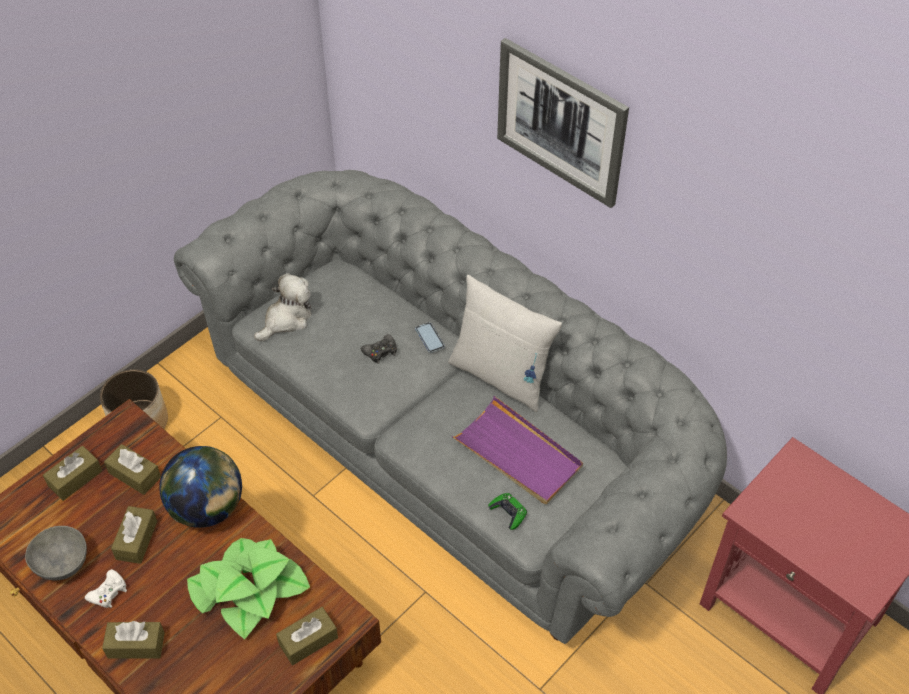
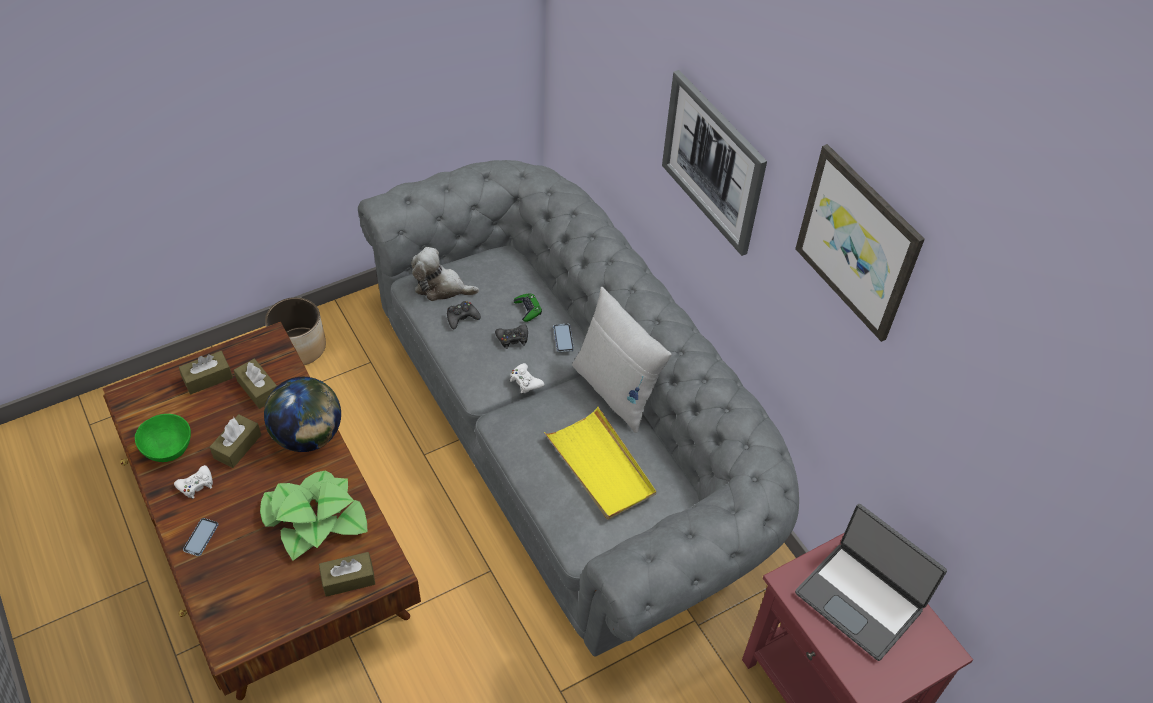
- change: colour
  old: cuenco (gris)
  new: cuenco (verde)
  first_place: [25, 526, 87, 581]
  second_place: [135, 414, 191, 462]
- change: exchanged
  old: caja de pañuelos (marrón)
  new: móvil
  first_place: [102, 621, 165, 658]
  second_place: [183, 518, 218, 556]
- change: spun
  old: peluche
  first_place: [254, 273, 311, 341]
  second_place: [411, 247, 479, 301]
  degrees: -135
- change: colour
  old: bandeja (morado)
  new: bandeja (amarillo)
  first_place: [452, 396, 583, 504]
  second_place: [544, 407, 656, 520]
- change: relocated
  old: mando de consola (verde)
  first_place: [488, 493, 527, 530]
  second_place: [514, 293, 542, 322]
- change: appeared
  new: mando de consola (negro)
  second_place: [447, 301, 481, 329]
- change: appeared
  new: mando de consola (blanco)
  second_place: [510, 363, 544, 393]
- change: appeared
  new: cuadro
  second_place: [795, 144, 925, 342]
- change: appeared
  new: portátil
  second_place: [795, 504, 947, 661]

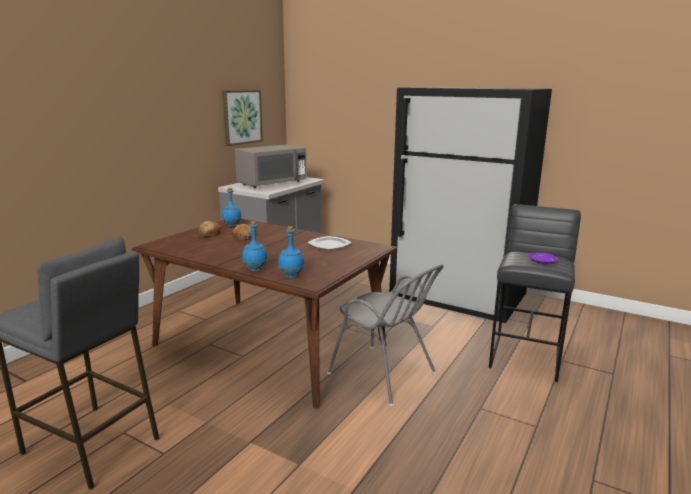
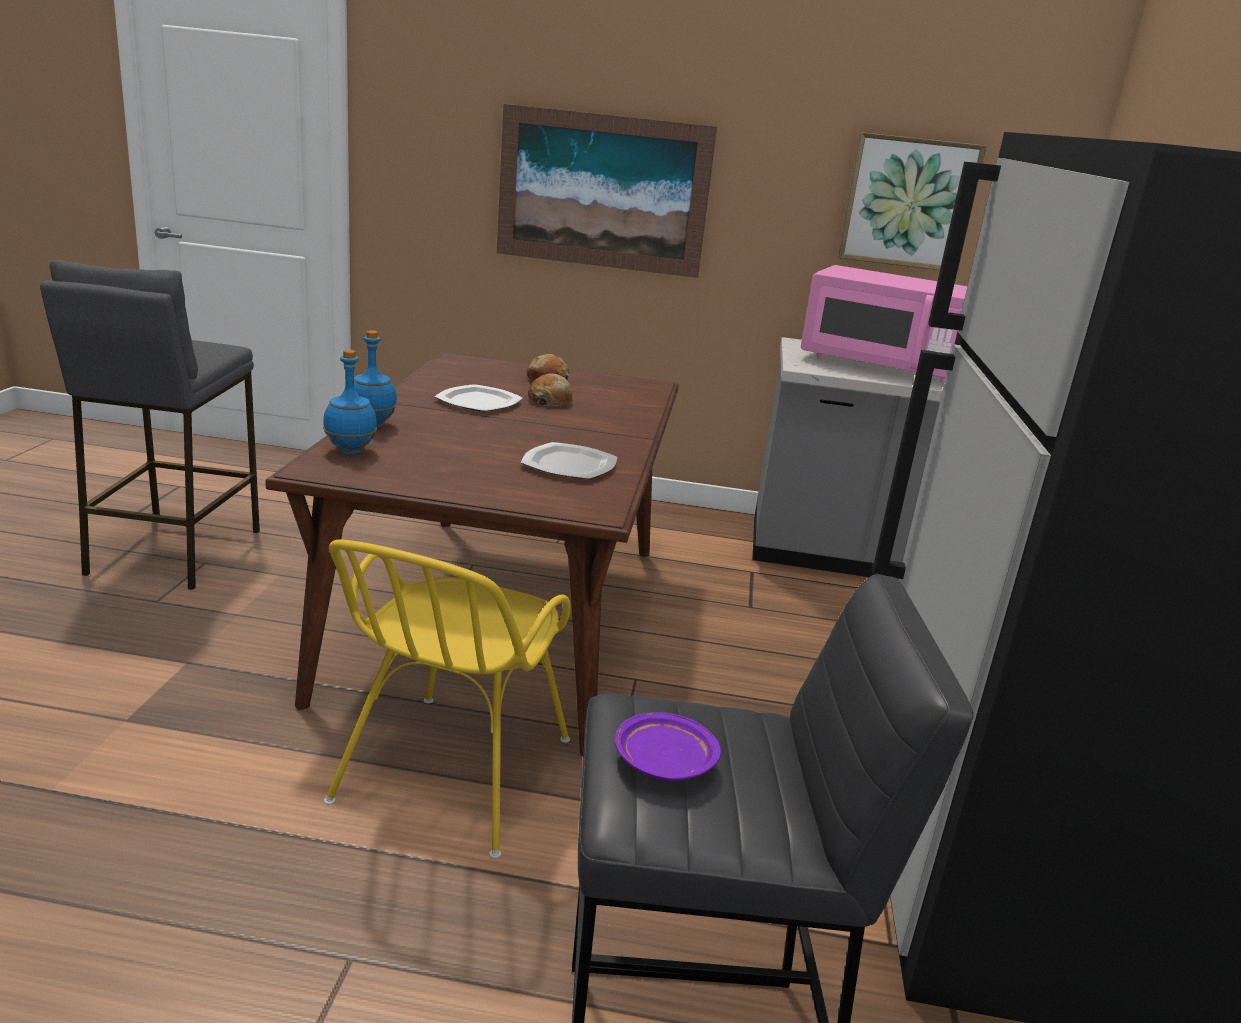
- change: missing
  old: botella (azul)
  first_place: [222, 188, 242, 227]
- change: colour
  old: microondas (gris)
  new: microondas (rosa)
  first_place: [235, 145, 307, 188]
  second_place: [801, 265, 967, 383]
- change: colour
  old: silla (gris)
  new: silla (amarillo)
  first_place: [327, 264, 444, 407]
  second_place: [324, 539, 571, 858]
- change: appeared
  new: plato
  second_place: [434, 384, 523, 412]
- change: appeared
  new: cuadro
  second_place: [497, 104, 717, 278]

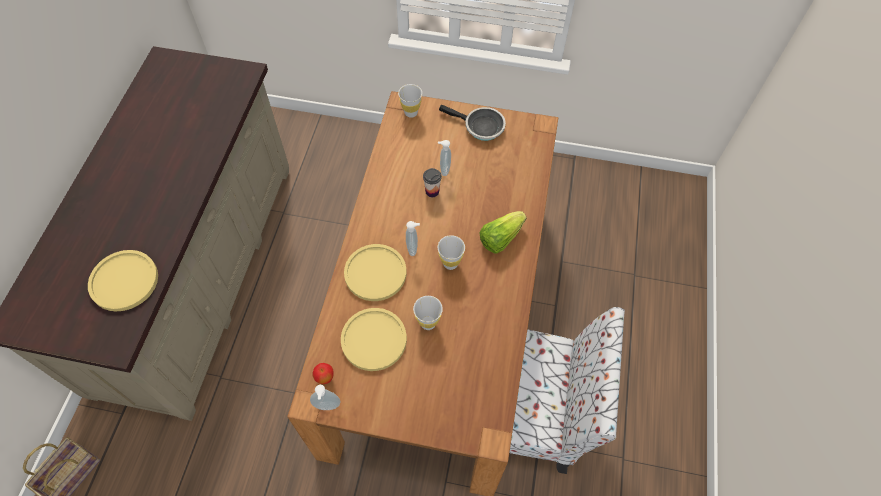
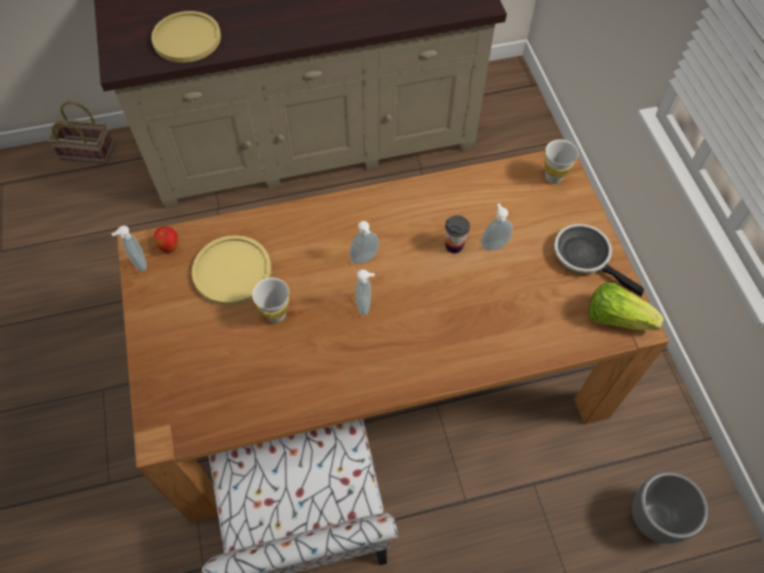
- change: missing
  old: plato (amarillo)
  first_place: [344, 244, 406, 301]
- change: exchanged
  old: taza (blanco)
  new: dispensador de jabón
  first_place: [438, 235, 465, 270]
  second_place: [356, 269, 375, 315]
- change: spun
  old: sartén
  first_place: [439, 105, 506, 141]
  second_place: [554, 224, 644, 297]
  degrees: 135
- change: relocated
  old: lechuga
  first_place: [479, 211, 527, 254]
  second_place: [588, 283, 664, 330]
- change: appeared
  new: maceta (gris)
  second_place: [632, 472, 708, 544]

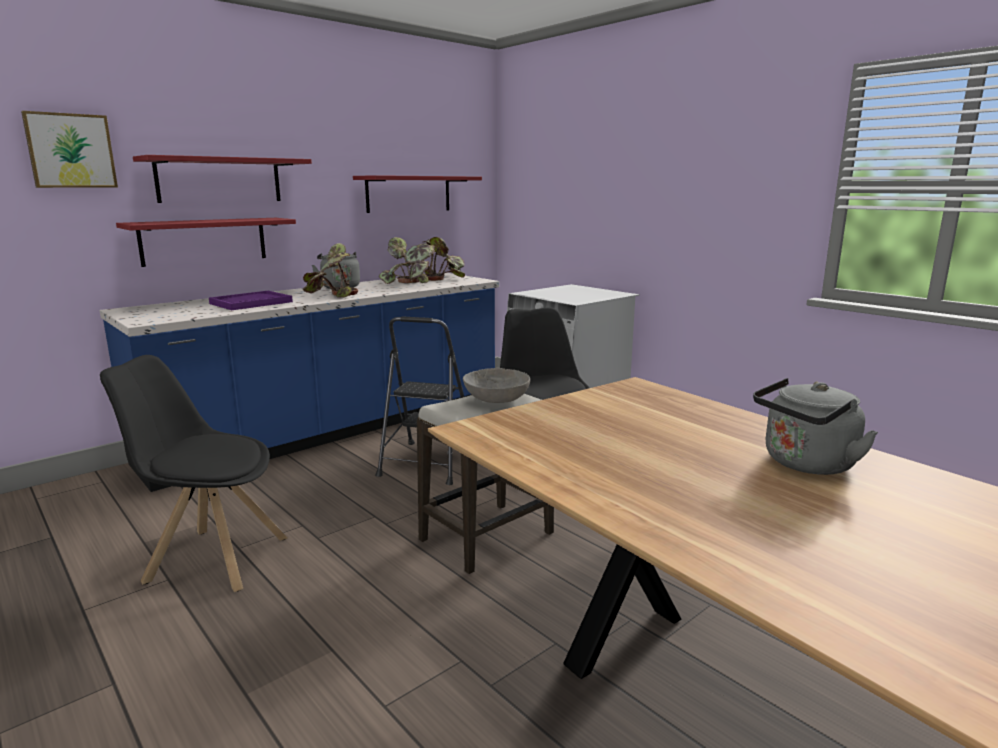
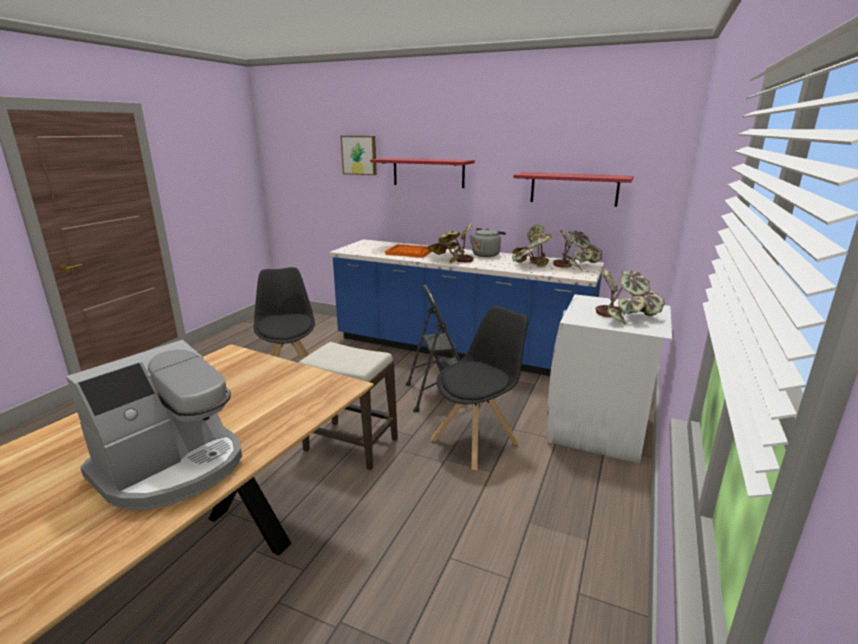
- change: missing
  old: estante (rojo)
  first_place: [116, 218, 296, 267]
- change: colour
  old: bandeja (morado)
  new: bandeja (naranja)
  first_place: [209, 291, 293, 310]
  second_place: [385, 244, 432, 258]
- change: missing
  old: cuenco (gris)
  first_place: [463, 368, 530, 403]
- change: exchanged
  old: hervidor (gris)
  new: cafetera
  first_place: [753, 378, 878, 475]
  second_place: [66, 340, 242, 510]
- change: appeared
  new: planta en maceta
  second_place: [595, 269, 665, 324]

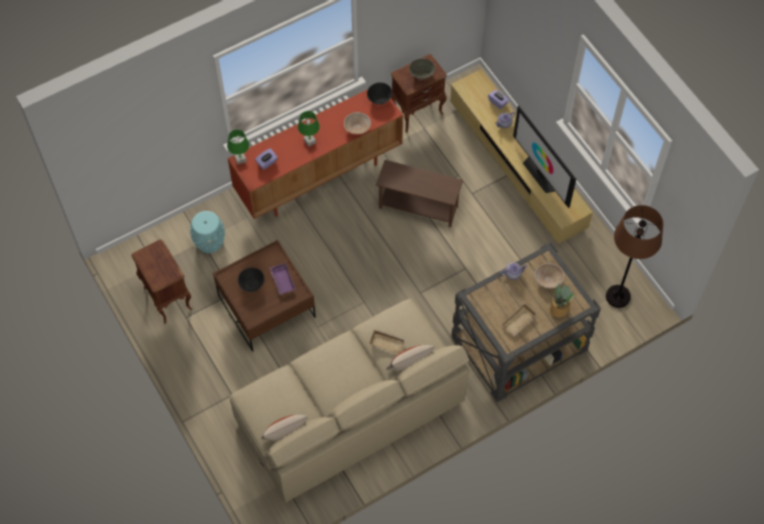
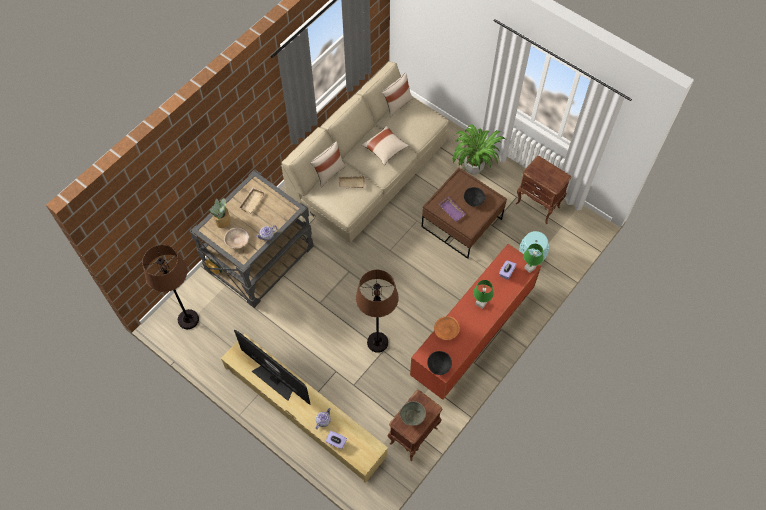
- change: colour
  old: cuenco (beis)
  new: cuenco (naranja)
  first_place: [344, 112, 371, 134]
  second_place: [434, 316, 460, 340]
- change: exchanged
  old: mesa auxiliar (marrón)
  new: lámpara de pie (marrón)
  first_place: [376, 160, 463, 227]
  second_place: [356, 270, 399, 353]
- change: appeared
  new: cojín (beis)
  second_place: [361, 125, 409, 165]
- change: appeared
  new: planta en maceta
  second_place: [452, 124, 506, 175]

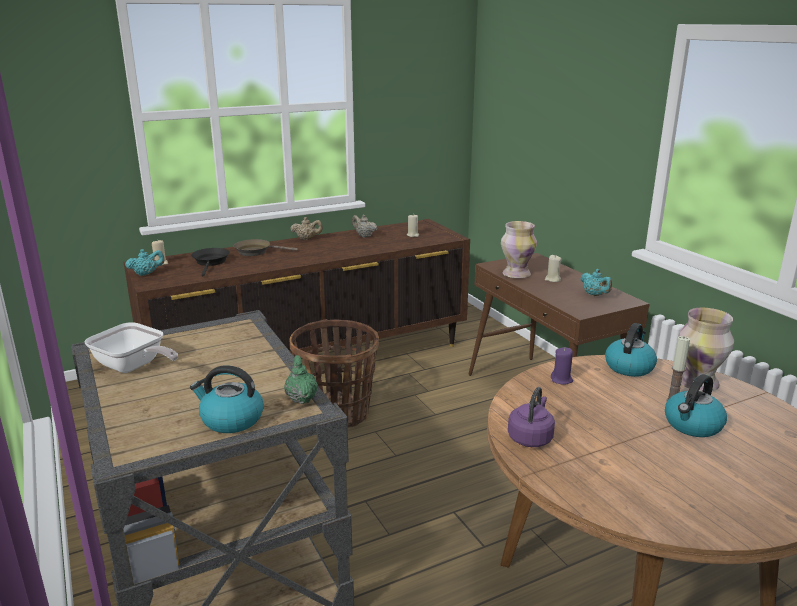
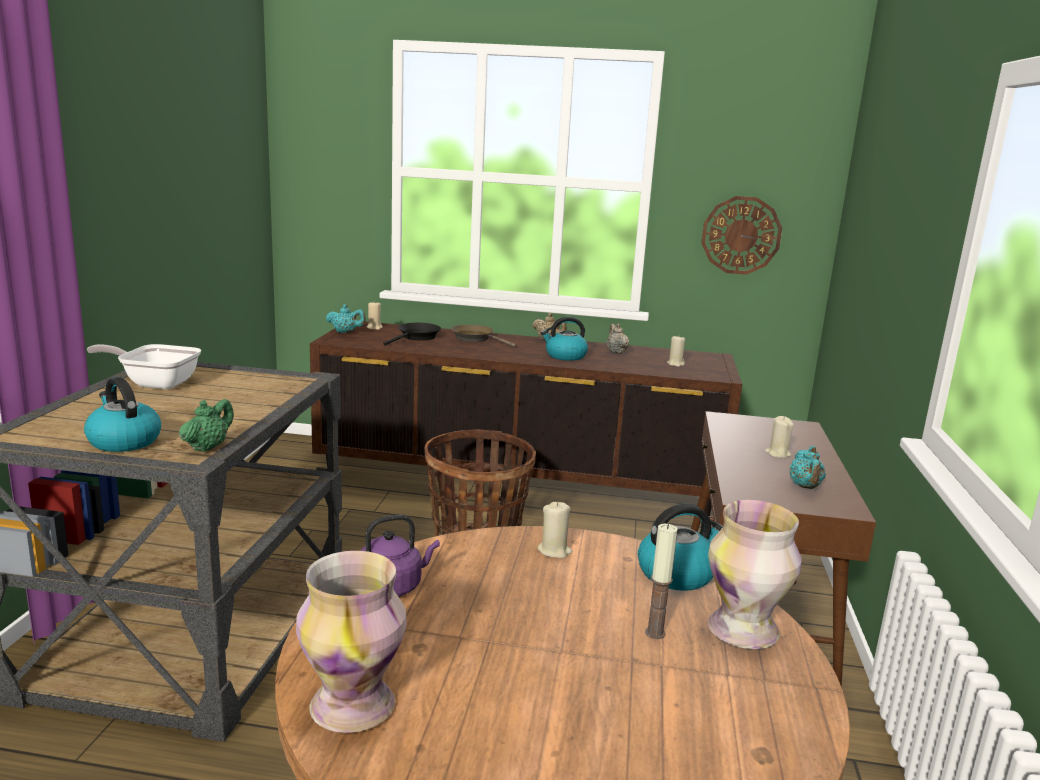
- change: spun
  old: sartén
  first_place: [85, 322, 178, 373]
  second_place: [87, 344, 201, 389]
  degrees: 120
- change: relocated
  old: florero
  first_place: [501, 221, 537, 278]
  second_place: [296, 551, 406, 733]
- change: colour
  old: vela (morado)
  new: vela (beis)
  first_place: [551, 347, 573, 385]
  second_place: [537, 501, 572, 558]
- change: relocated
  old: hervidor
  first_place: [665, 374, 727, 437]
  second_place: [541, 317, 588, 361]
- change: appeared
  new: reloj de pared
  second_place: [701, 196, 782, 275]

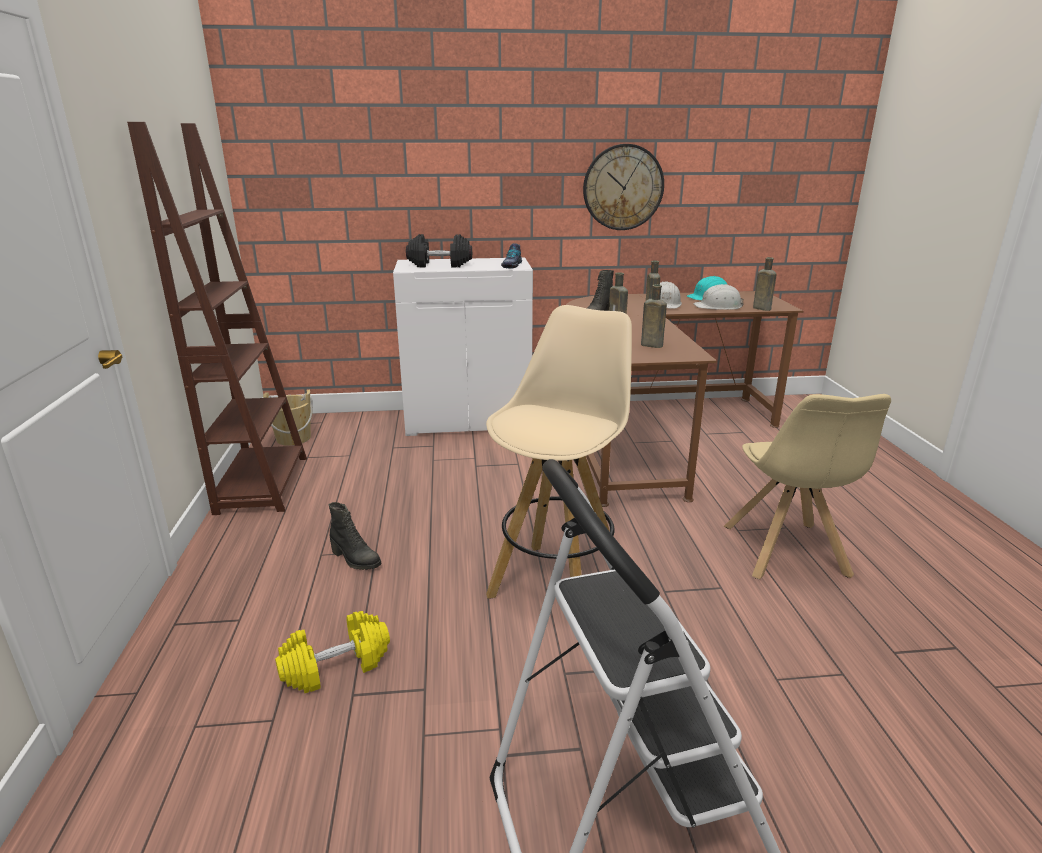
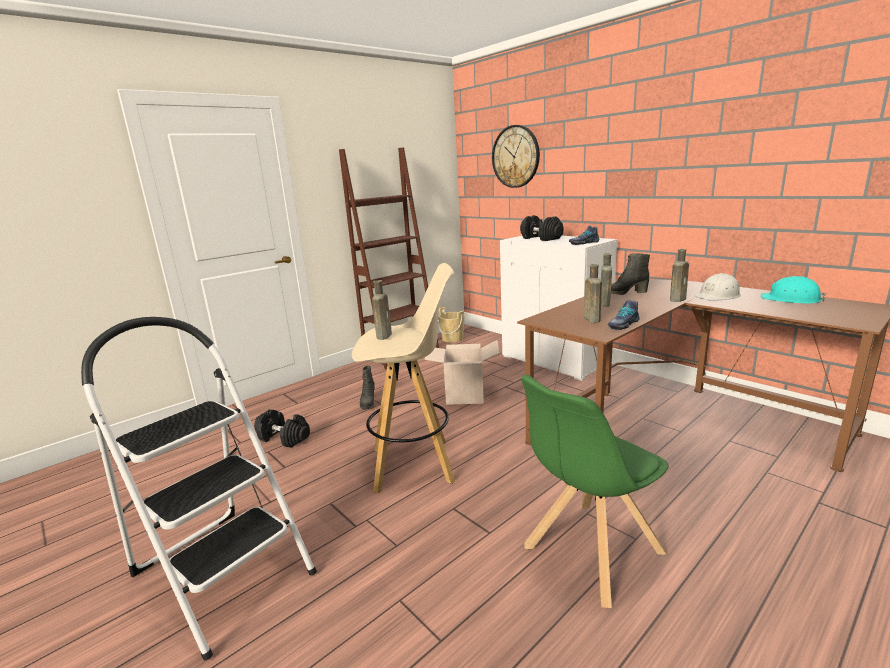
- change: colour
  old: mancuerna (amarillo)
  new: mancuerna (negro)
  first_place: [275, 611, 390, 693]
  second_place: [254, 409, 310, 448]
- change: relocated
  old: reloj de pared
  first_place: [583, 144, 664, 230]
  second_place: [492, 125, 540, 188]
- change: missing
  old: casco (blanco)
  first_place: [693, 284, 744, 310]
- change: colour
  old: silla (beis)
  new: silla (verde)
  first_place: [724, 394, 891, 580]
  second_place: [521, 375, 669, 608]
- change: relocated
  old: botella (marrón)
  first_place: [753, 257, 777, 311]
  second_place: [372, 280, 392, 340]
- change: appeared
  new: caja de cartón
  second_place: [425, 340, 499, 405]
- change: appeared
  new: zapato
  second_place: [608, 300, 640, 330]

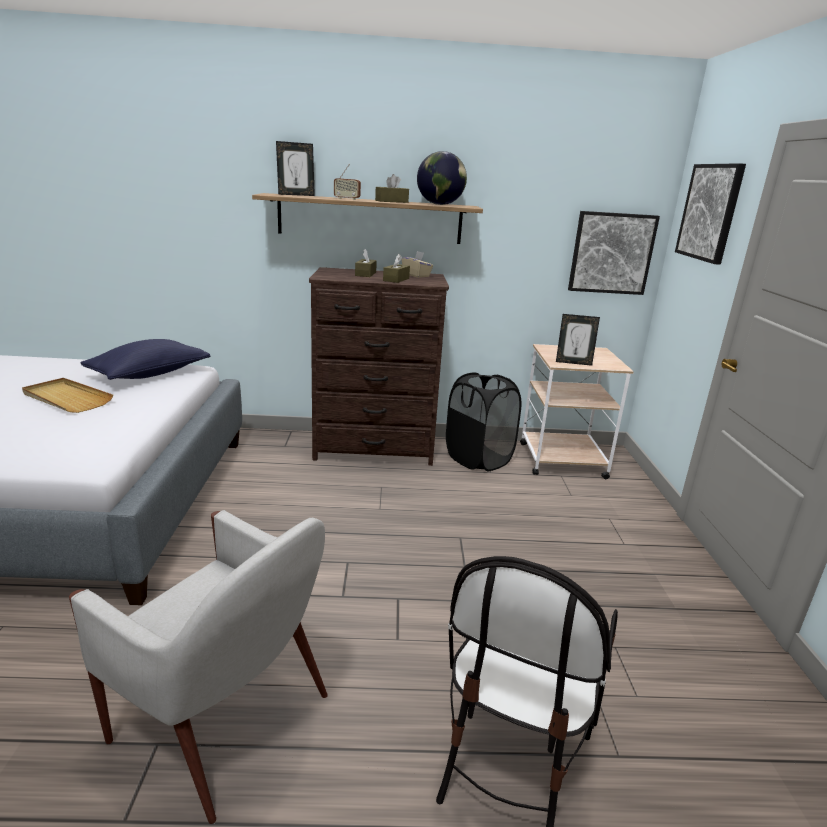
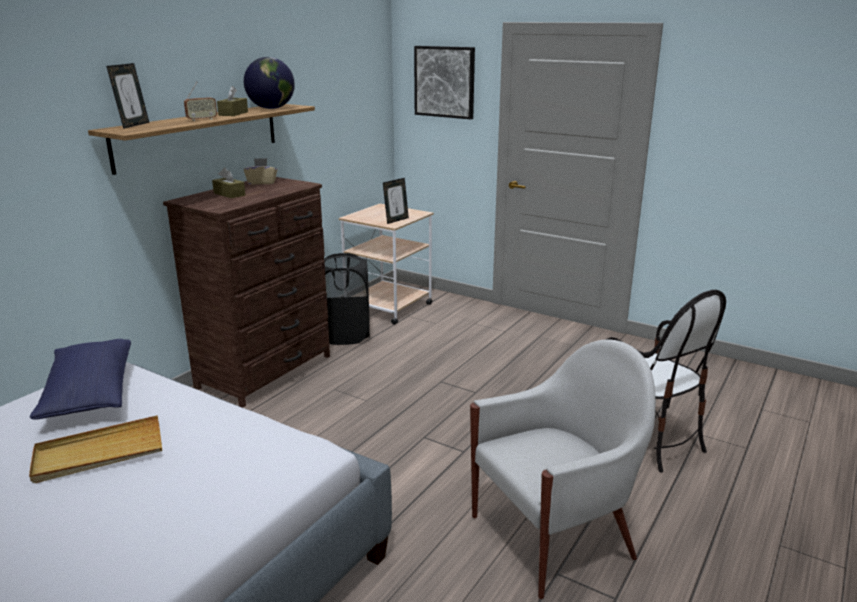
- change: missing
  old: caja de pañuelos (marrón)
  first_place: [383, 254, 410, 283]
- change: missing
  old: cuadro
  first_place: [568, 211, 660, 295]

